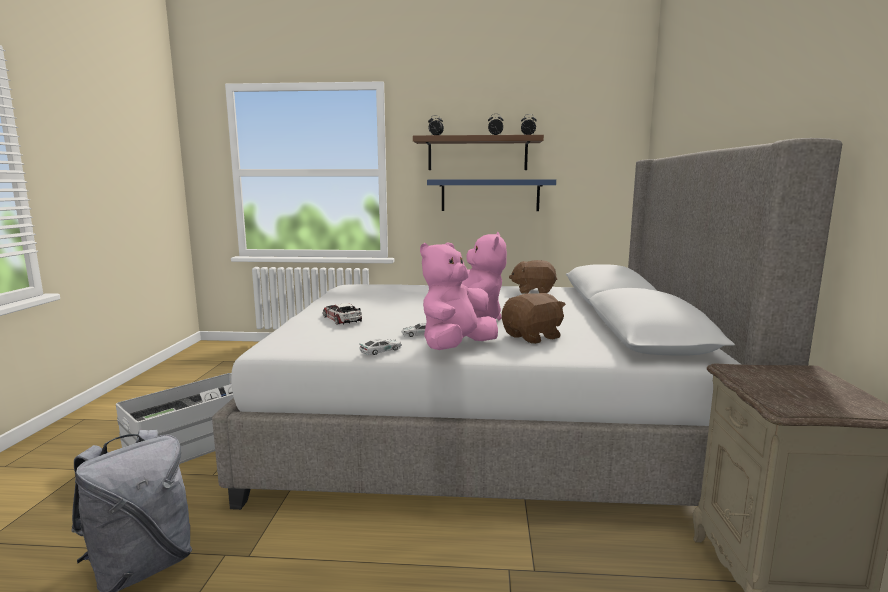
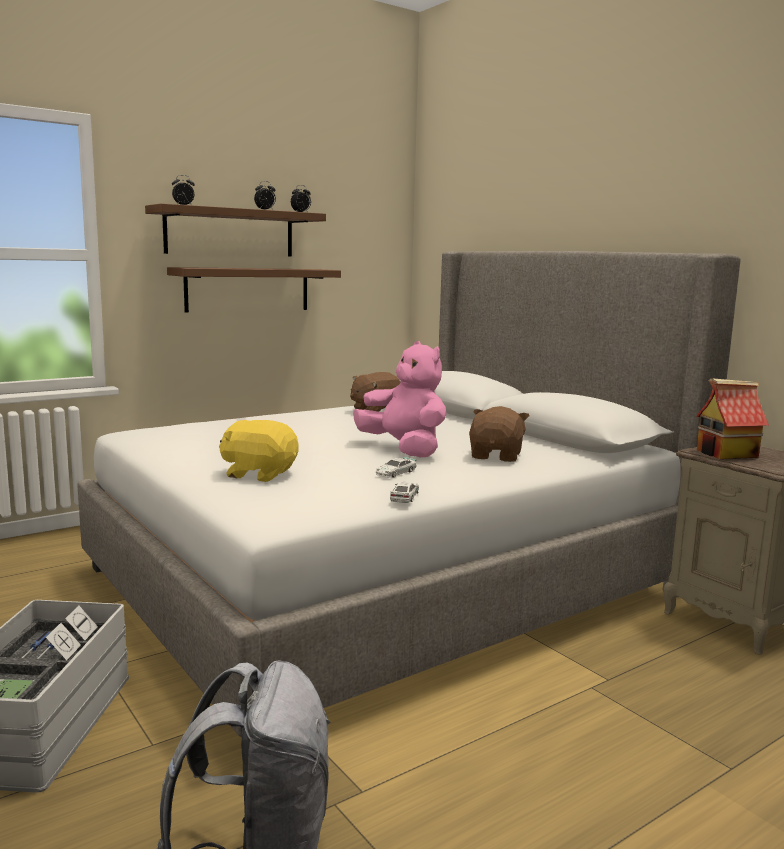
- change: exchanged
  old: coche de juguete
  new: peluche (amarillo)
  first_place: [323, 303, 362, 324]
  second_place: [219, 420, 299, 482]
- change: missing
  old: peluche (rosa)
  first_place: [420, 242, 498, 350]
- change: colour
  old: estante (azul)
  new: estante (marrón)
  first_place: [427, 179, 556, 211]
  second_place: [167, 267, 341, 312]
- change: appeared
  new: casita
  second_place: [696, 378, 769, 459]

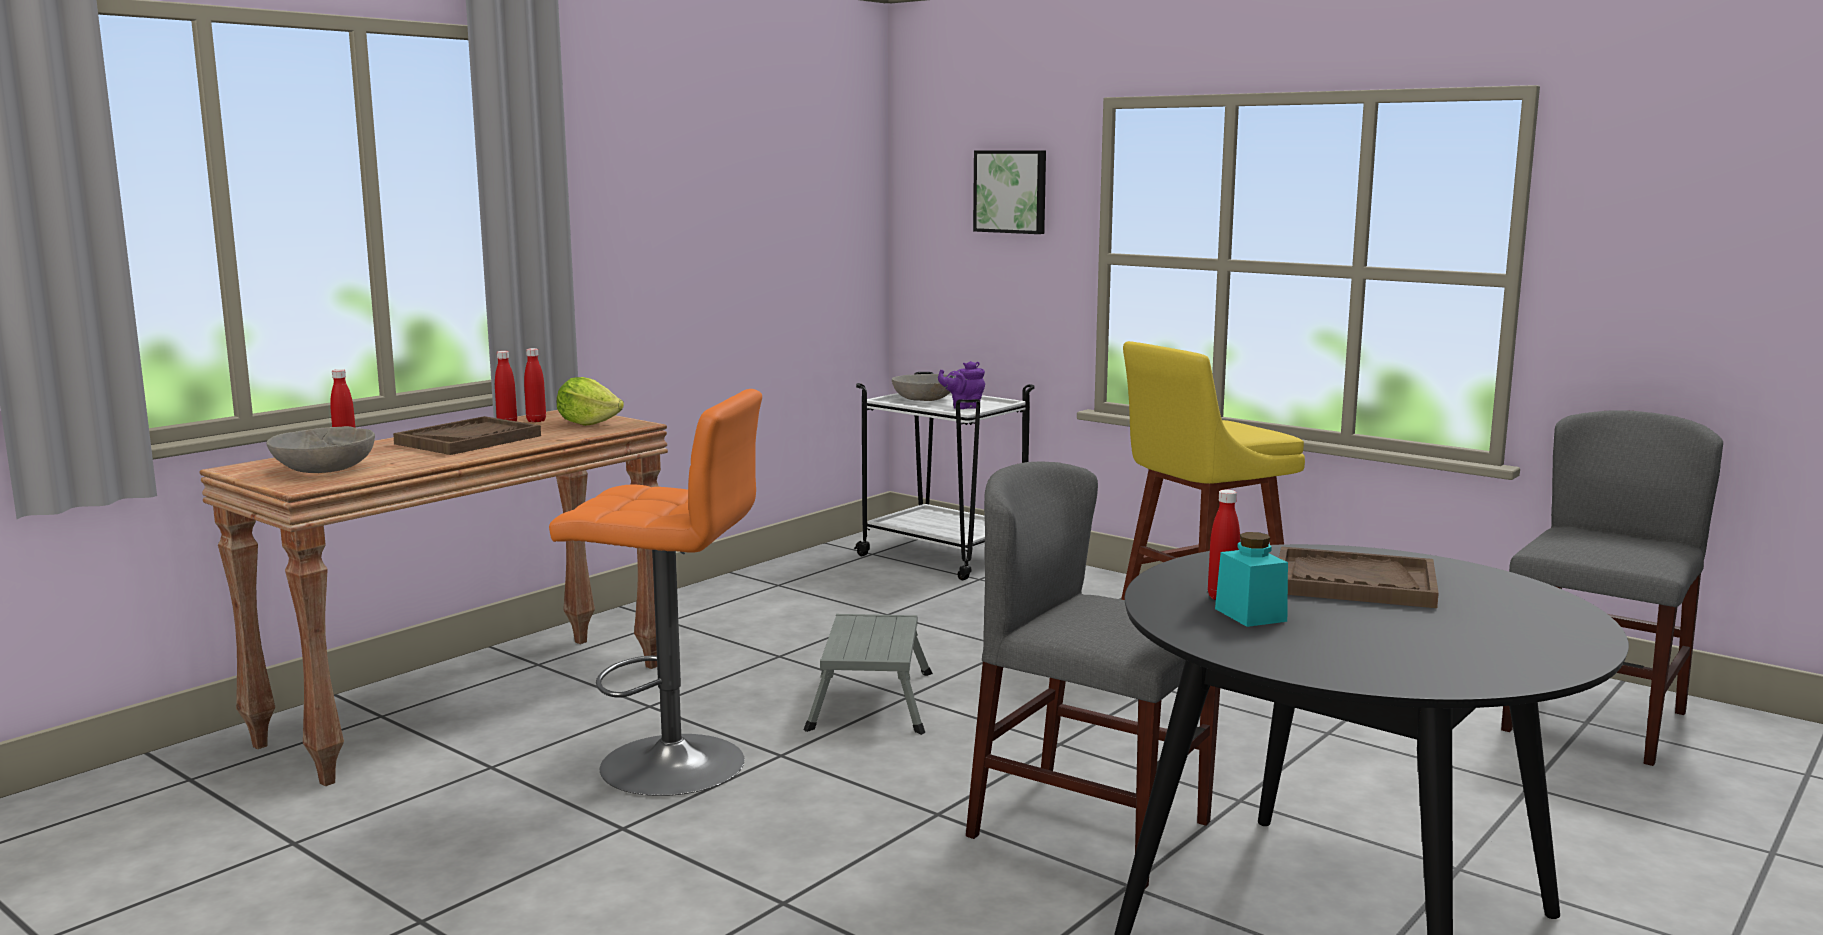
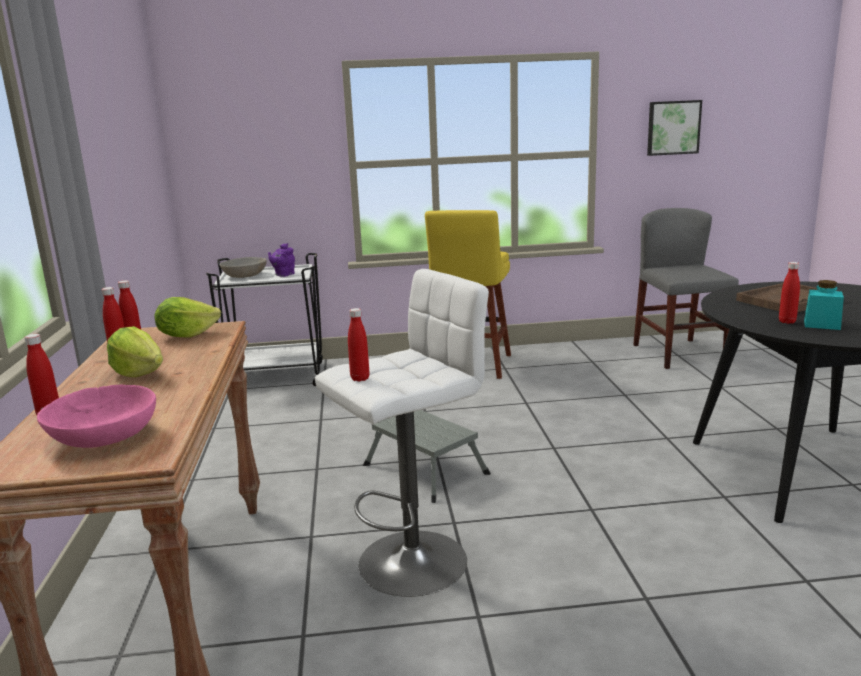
- change: colour
  old: cuenco (gris)
  new: cuenco (rosa)
  first_place: [266, 426, 375, 473]
  second_place: [37, 384, 156, 448]
- change: exchanged
  old: bandeja (marrón)
  new: lechuga
  first_place: [393, 416, 541, 455]
  second_place: [107, 326, 163, 377]
- change: colour
  old: taburete (naranja)
  new: taburete (blanco)
  first_place: [549, 389, 762, 796]
  second_place: [315, 269, 489, 597]
- change: missing
  old: silla (gris)
  first_place: [966, 462, 1220, 889]
- change: relocated
  old: cuadro
  first_place: [973, 150, 1046, 234]
  second_place: [647, 100, 702, 156]
- change: appeared
  new: botella (rojo)
  second_place: [348, 308, 369, 381]

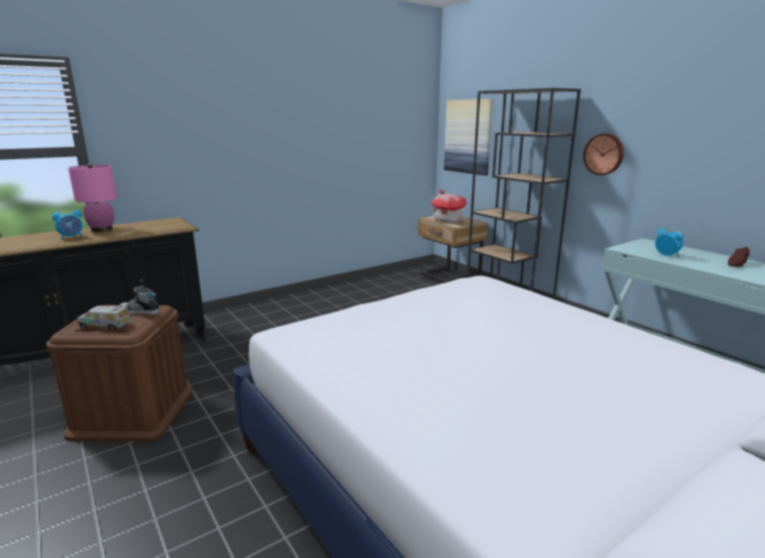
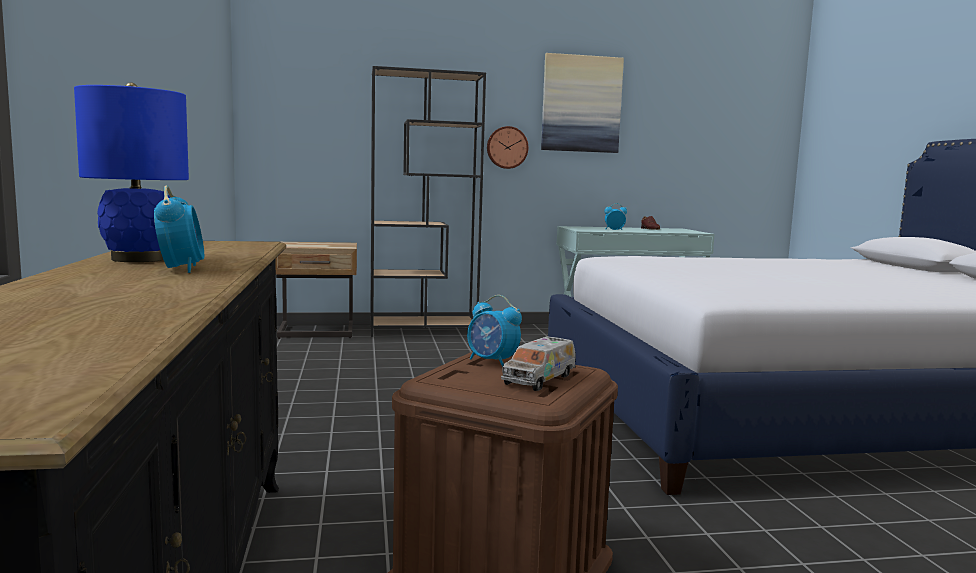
- change: colour
  old: lámpara de mesa (rosa)
  new: lámpara de mesa (azul)
  first_place: [68, 163, 117, 232]
  second_place: [74, 82, 189, 262]
- change: exchanged
  old: zapato
  new: despertador
  first_place: [118, 286, 160, 315]
  second_place: [467, 295, 522, 367]
- change: missing
  old: casita
  first_place: [431, 190, 467, 223]
- change: relocated
  old: cuadro
  first_place: [444, 99, 493, 176]
  second_place: [541, 53, 624, 153]

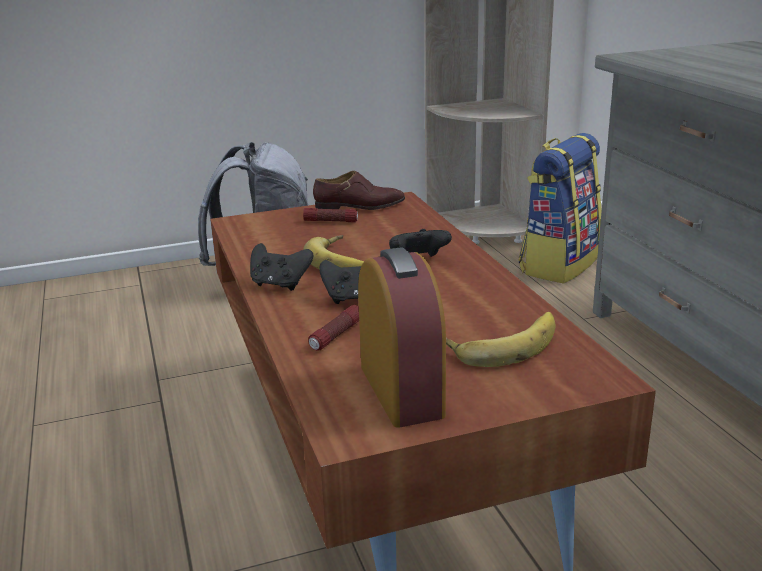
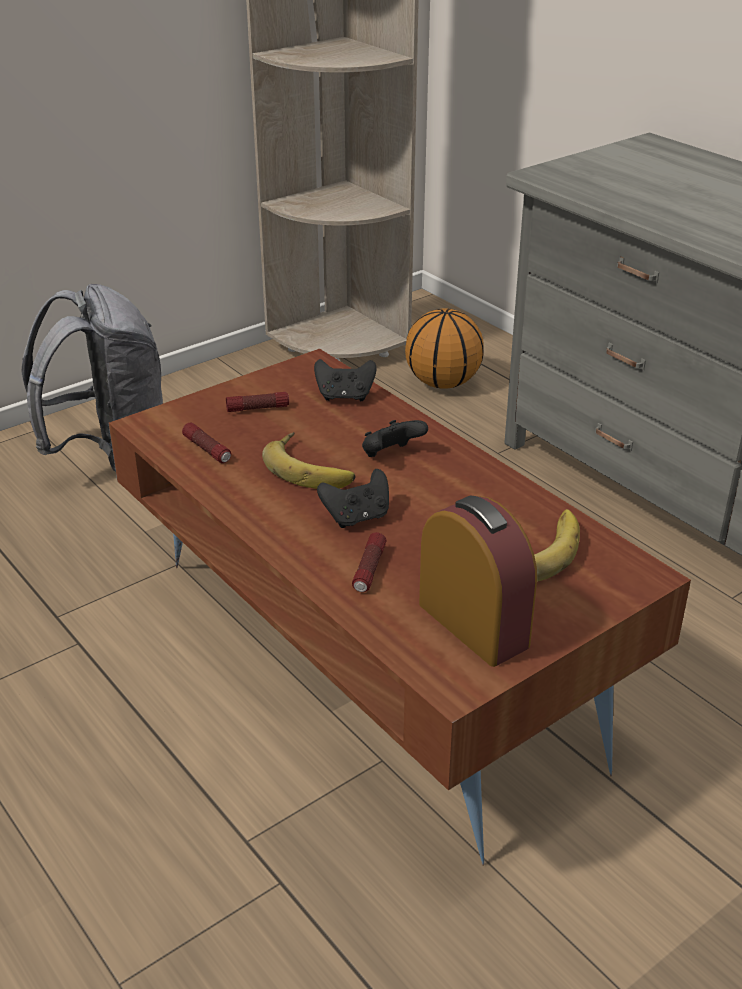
- change: relocated
  old: mando de consola (negro)
  first_place: [250, 243, 313, 291]
  second_place: [314, 359, 376, 401]
- change: missing
  old: zapato (marrón)
  first_place: [313, 171, 405, 210]
- change: exchanged
  old: mochila
  new: balón de baloncesto
  first_place: [519, 133, 602, 284]
  second_place: [405, 308, 484, 389]
- change: appeared
  new: linterna
  second_place: [182, 423, 231, 463]

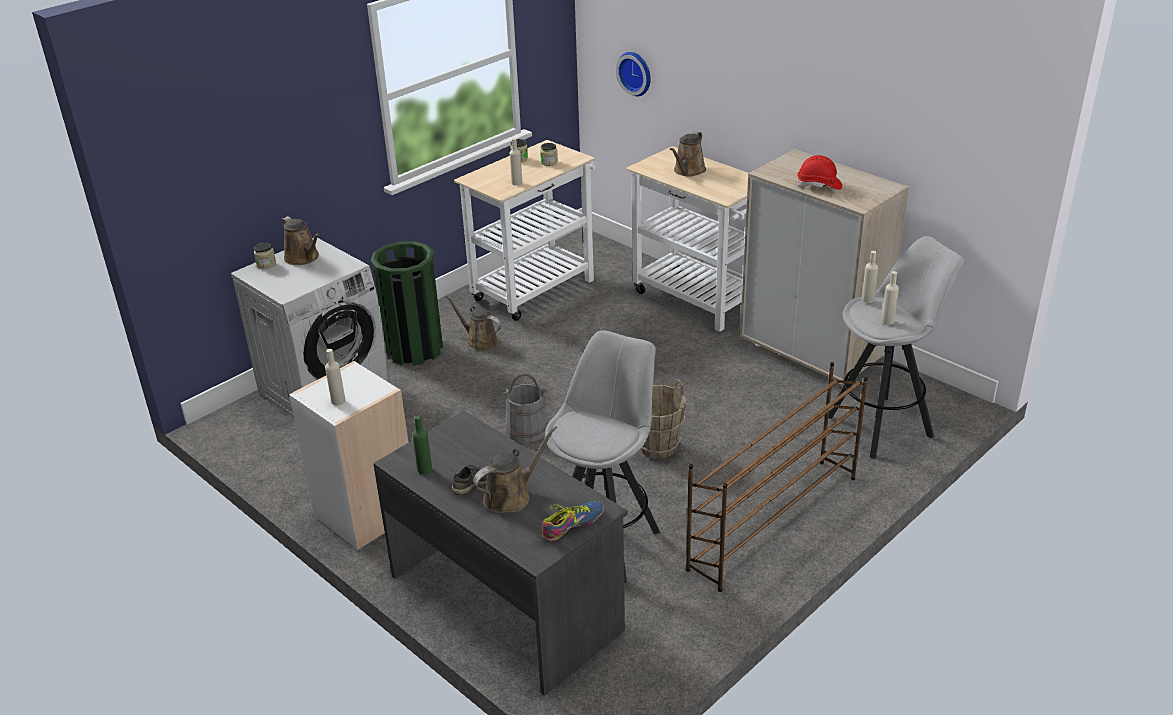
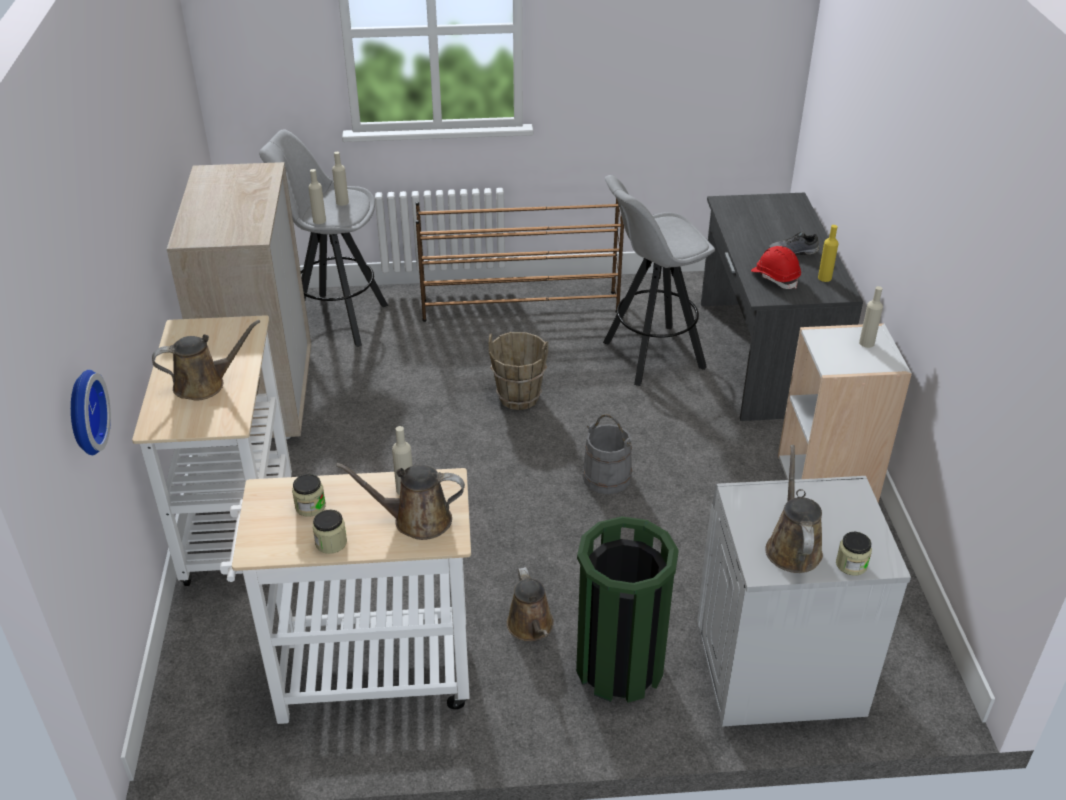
- change: colour
  old: botella (verde)
  new: botella (amarillo)
  first_place: [412, 415, 432, 474]
  second_place: [818, 225, 838, 282]
- change: relocated
  old: regadera (marrón)
  first_place: [473, 426, 557, 513]
  second_place: [336, 463, 465, 540]
- change: missing
  old: zapato
  first_place: [541, 501, 604, 541]
- change: relocated
  old: casco (rojo)
  first_place: [796, 155, 842, 190]
  second_place: [751, 246, 801, 289]

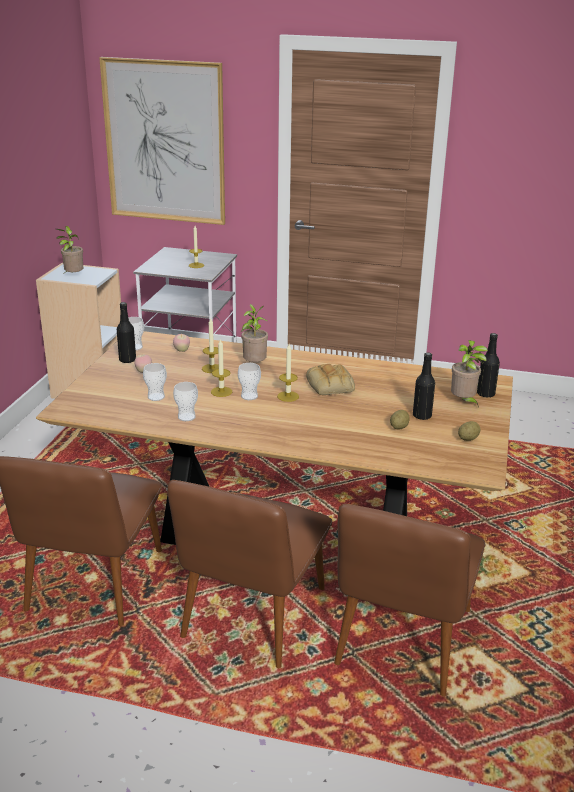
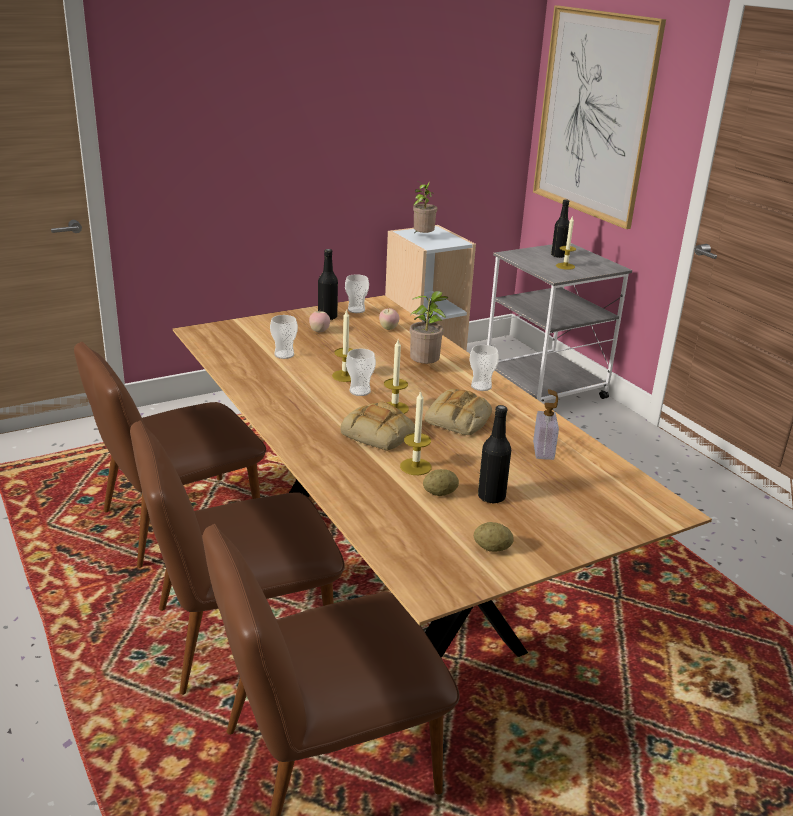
- change: relocated
  old: taza
  first_place: [173, 382, 198, 421]
  second_place: [470, 345, 499, 391]
- change: relocated
  old: vela
  first_place: [202, 317, 219, 373]
  second_place: [400, 390, 432, 475]
- change: missing
  old: planta en maceta
  first_place: [451, 340, 488, 407]
- change: relocated
  old: botella (negro)
  first_place: [477, 333, 500, 398]
  second_place: [551, 199, 569, 258]
- change: appeared
  new: pan
  second_place: [340, 401, 415, 451]
- change: appeared
  new: dispensador de jabón
  second_place: [533, 389, 559, 460]

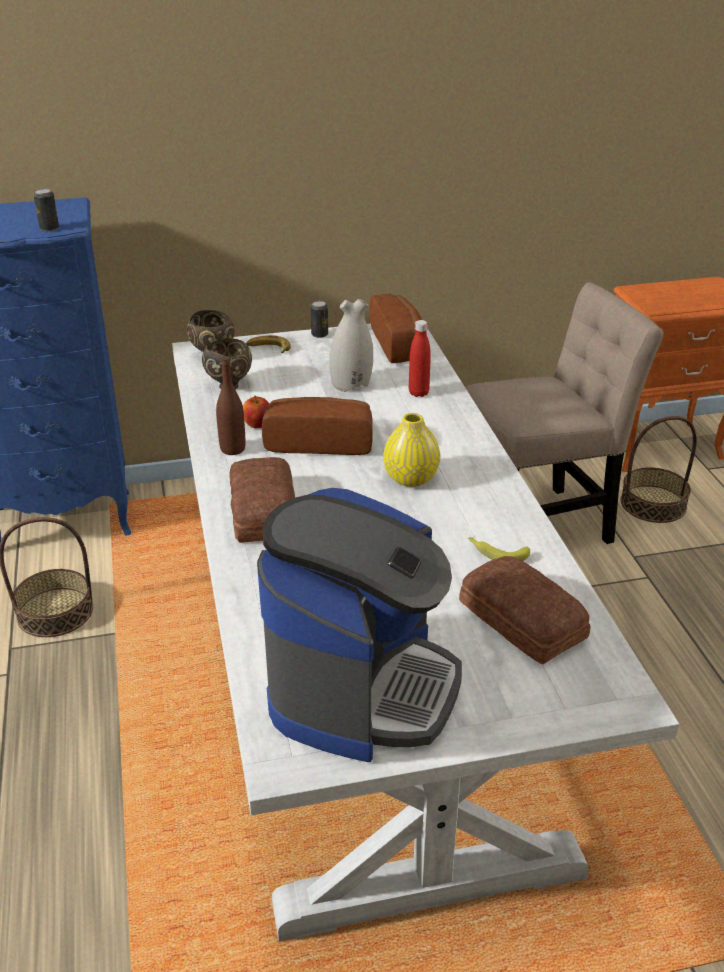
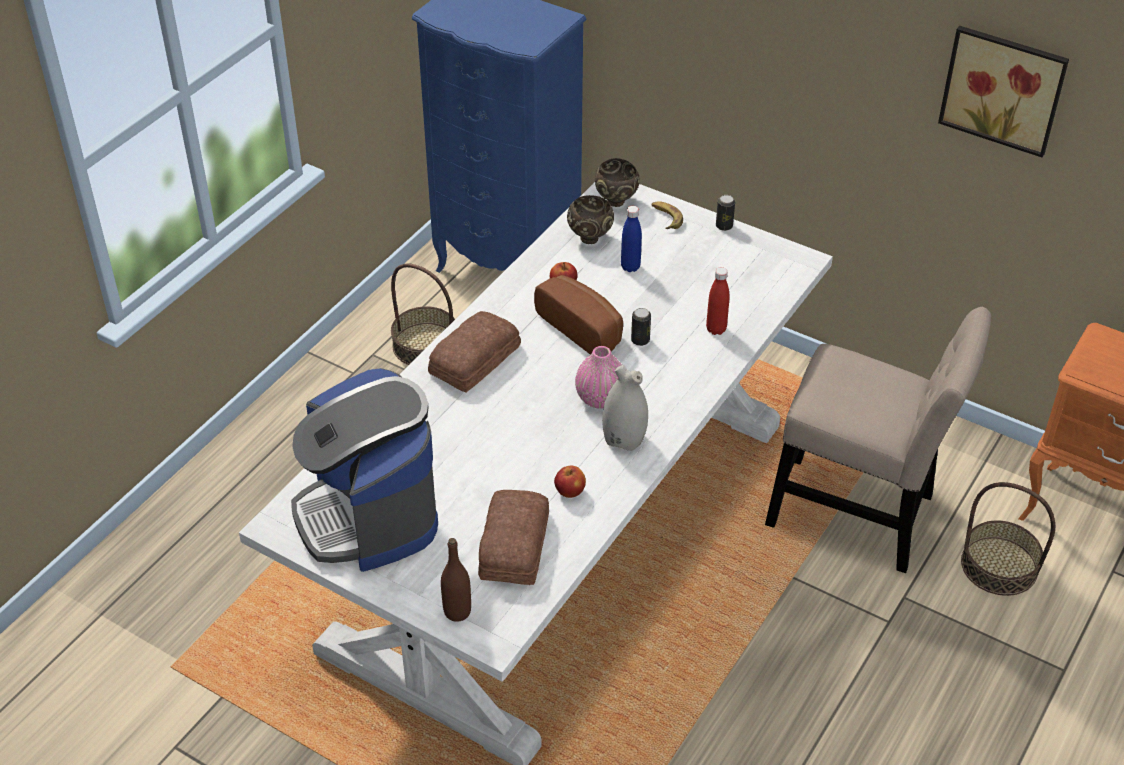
- change: relocated
  old: lata
  first_place: [34, 189, 59, 231]
  second_place: [631, 308, 651, 346]
- change: relocated
  old: botella (marrón)
  first_place: [216, 357, 245, 455]
  second_place: [441, 538, 471, 622]
- change: spun
  old: cafetera
  first_place: [257, 488, 462, 762]
  second_place: [291, 368, 438, 572]
  degrees: 90
- change: relocated
  old: florero (blanco)
  first_place: [329, 299, 373, 392]
  second_place: [602, 365, 648, 451]
- change: missing
  old: pan
  first_place: [370, 294, 422, 363]
- change: colour
  old: florero (amarillo)
  new: florero (rosa)
  first_place: [383, 413, 440, 487]
  second_place: [575, 346, 622, 409]
- change: exchanged
  old: plátano
  new: manzana
  first_place: [468, 537, 530, 561]
  second_place: [554, 466, 586, 498]
- change: appeared
  new: botella (azul)
  second_place: [621, 206, 642, 272]
- change: appeared
  new: cuadro
  second_place: [938, 26, 1069, 157]

